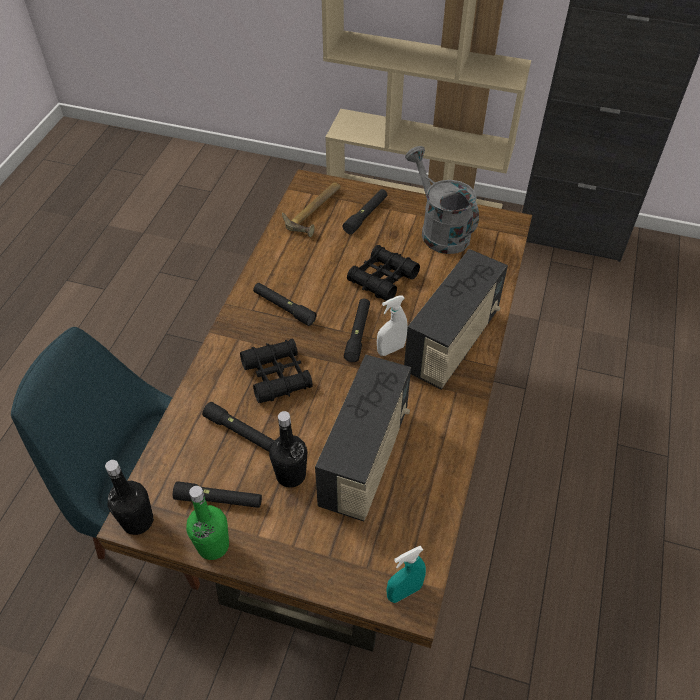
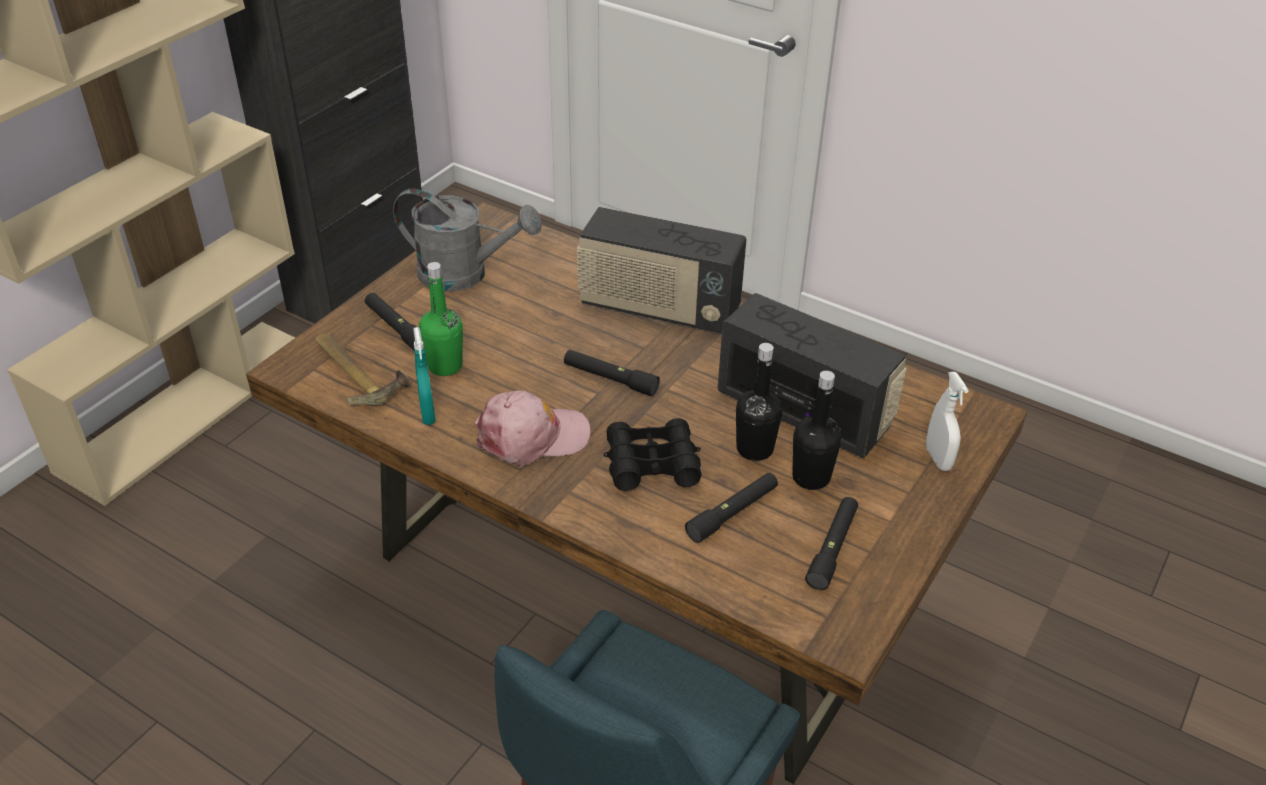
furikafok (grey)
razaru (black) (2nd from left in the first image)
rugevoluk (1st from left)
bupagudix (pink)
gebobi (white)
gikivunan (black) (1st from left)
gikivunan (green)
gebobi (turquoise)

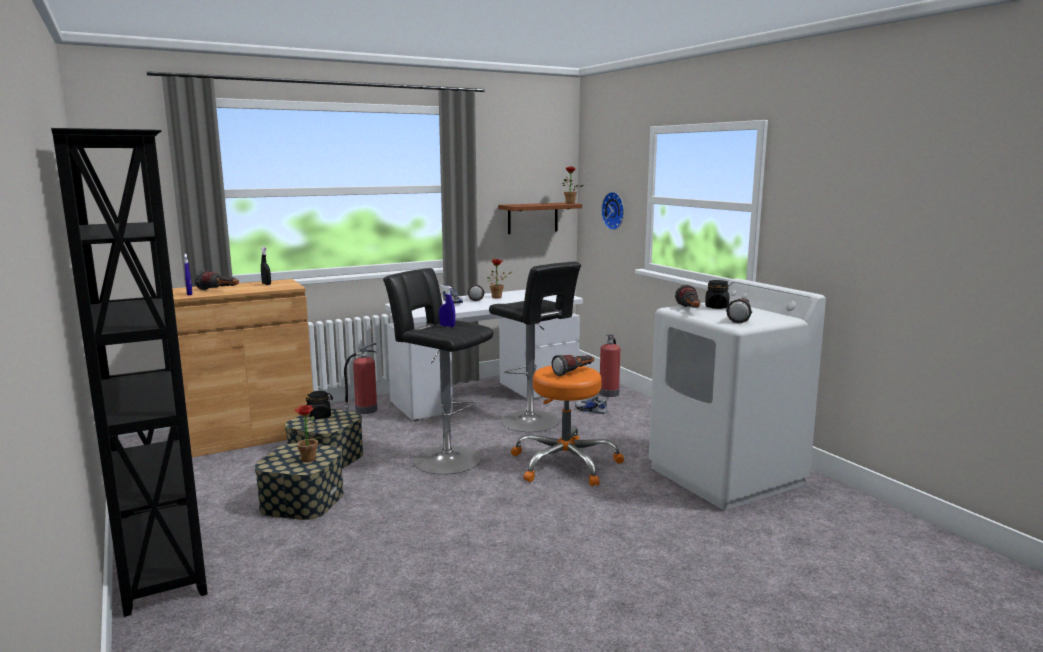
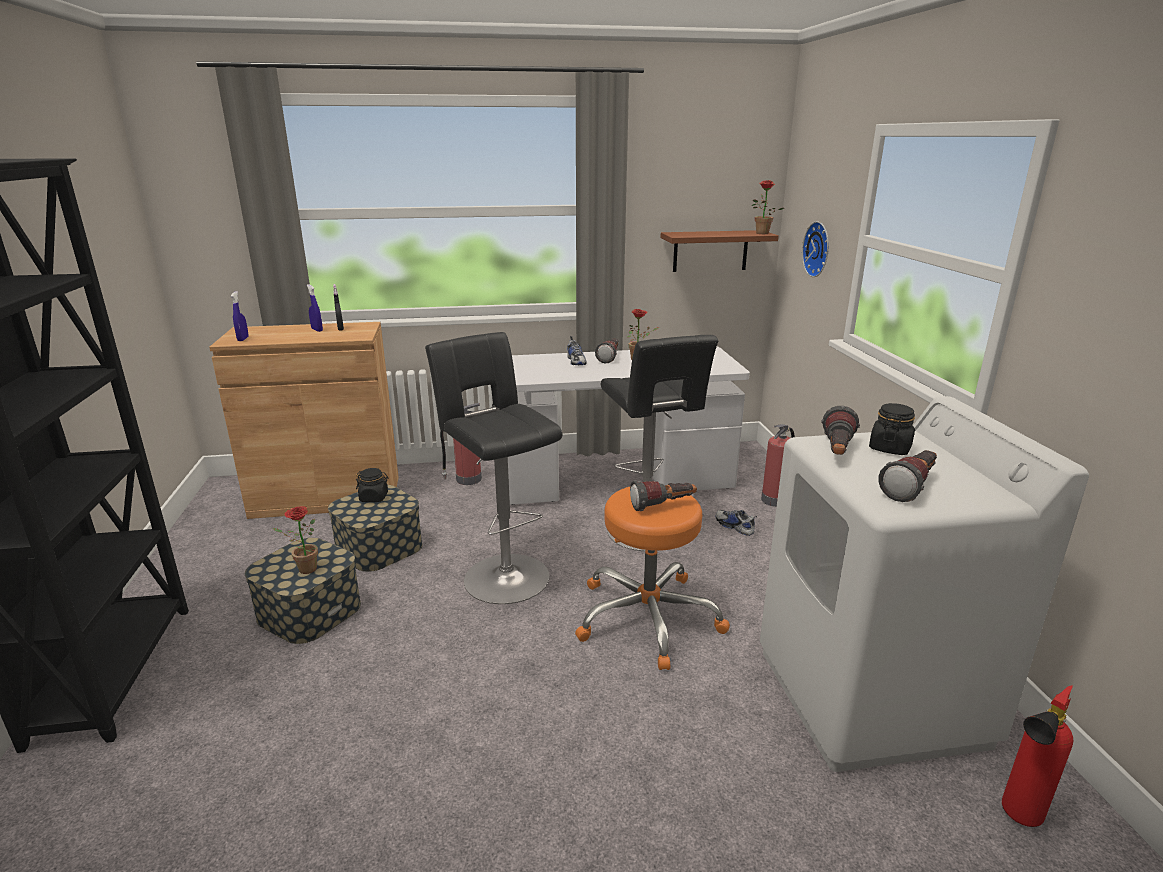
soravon (1st from left in the first image)
gebobi (blue) (2nd from left)
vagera (3rd from left)

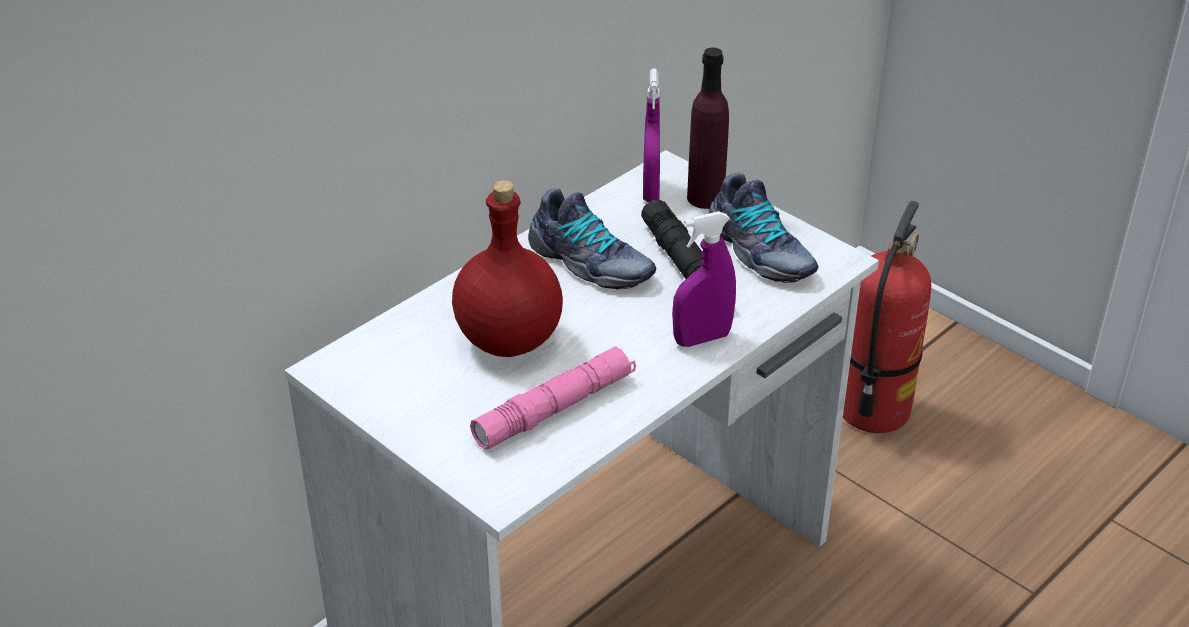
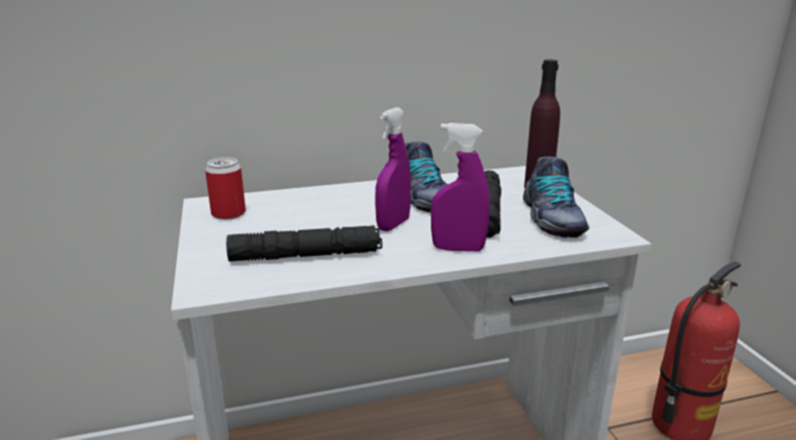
gebobi (purple) (1st from left)
gikivunan (red)
soravon (black) (1st from left)
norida

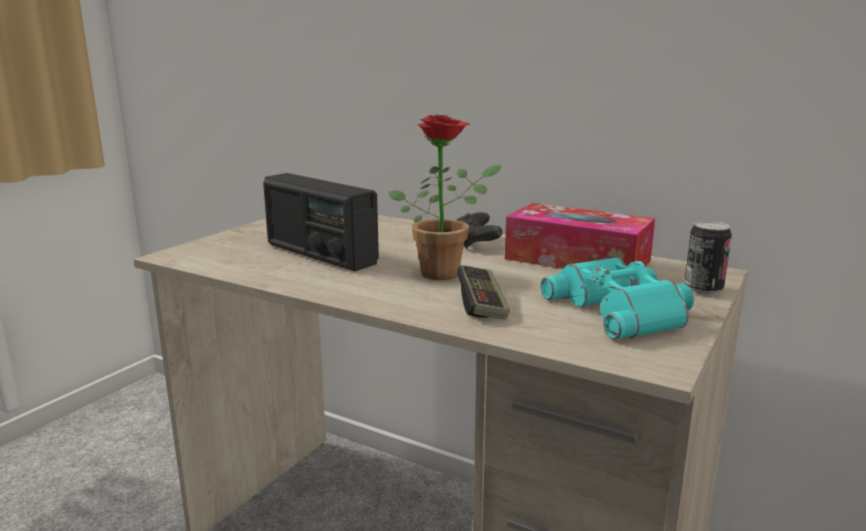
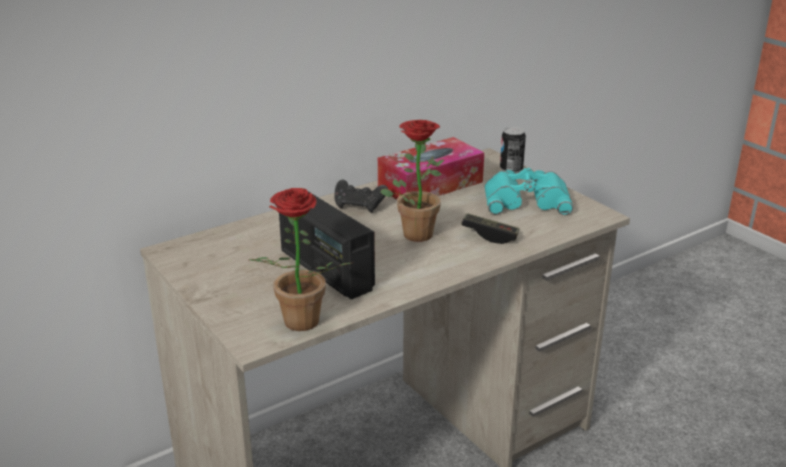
rugevoluk
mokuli (1st from left)

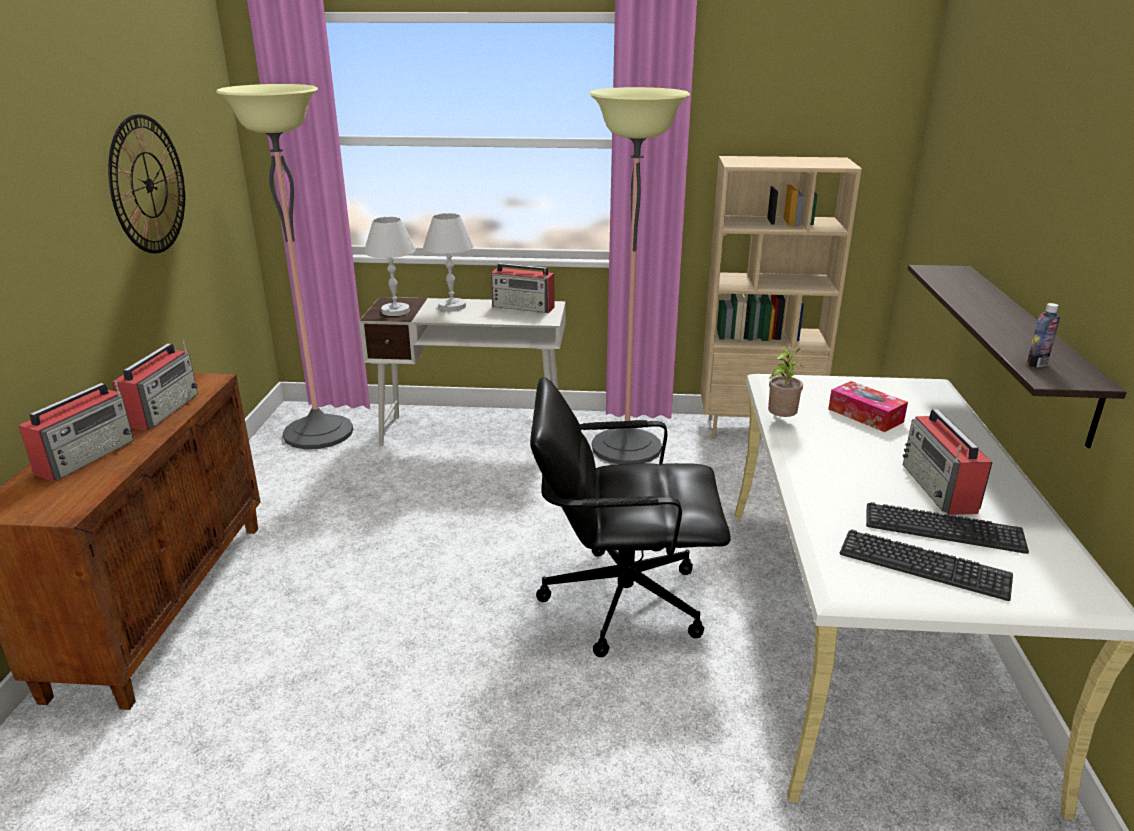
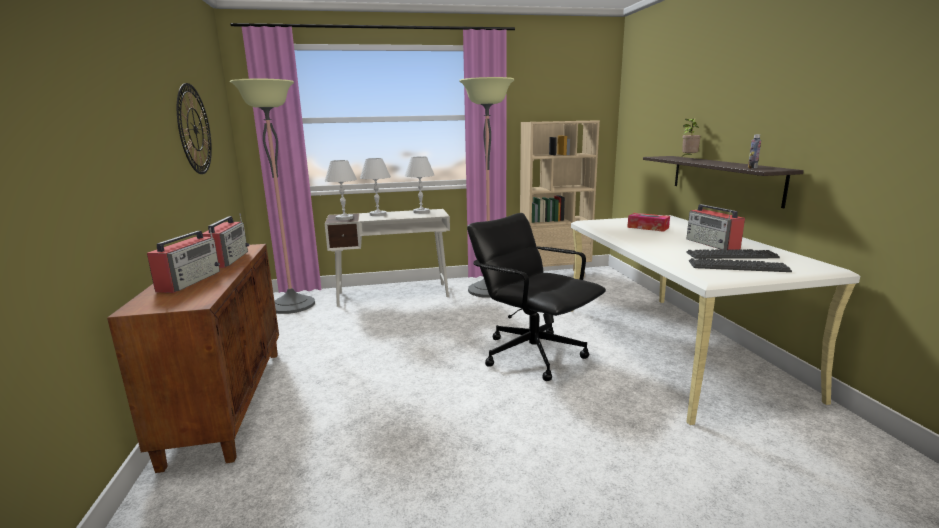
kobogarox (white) (3rd from left)
mokuli
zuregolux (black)

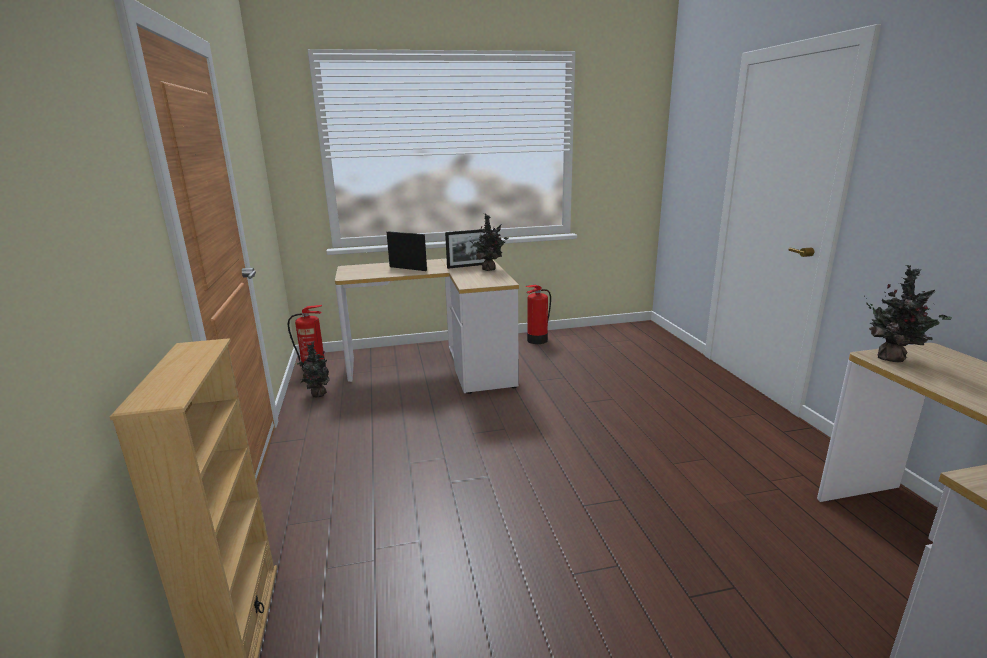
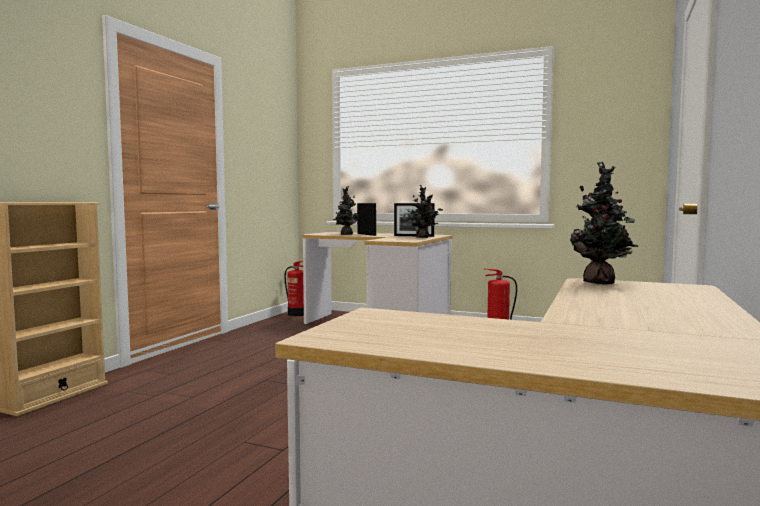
mokuli (1st from left)

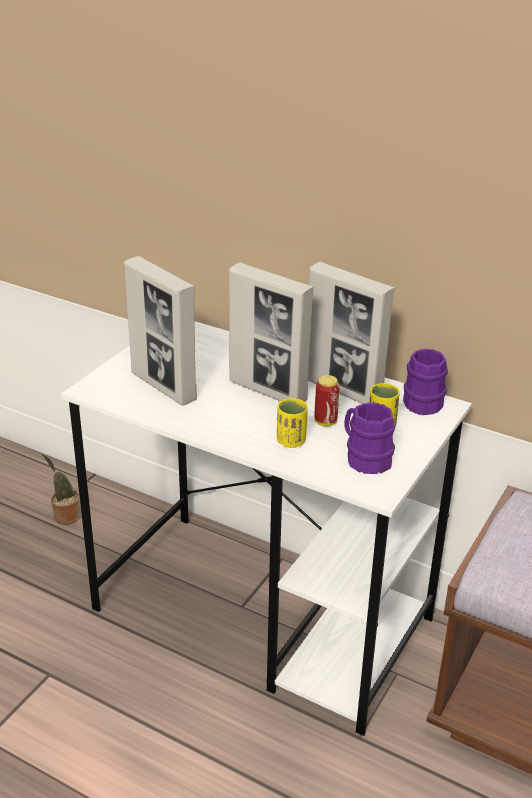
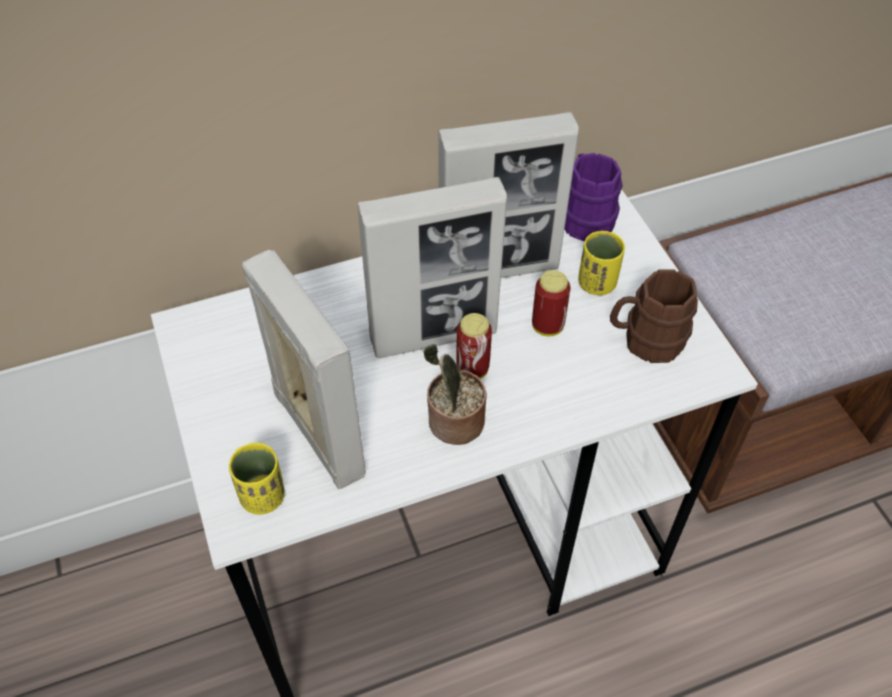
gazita (1st from left)
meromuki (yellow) (1st from left)
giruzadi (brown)
mokuli
norida (1st from left)

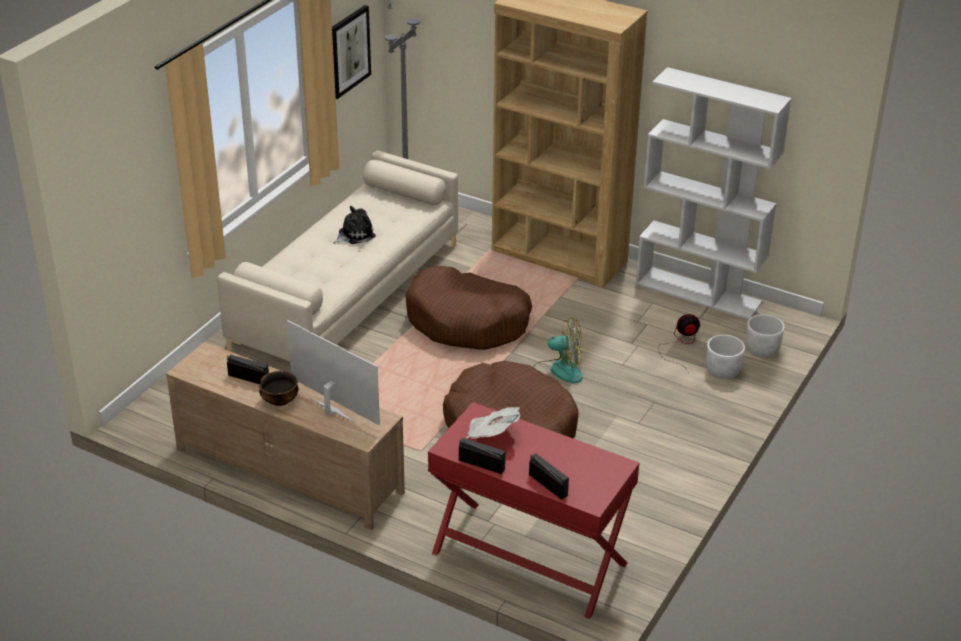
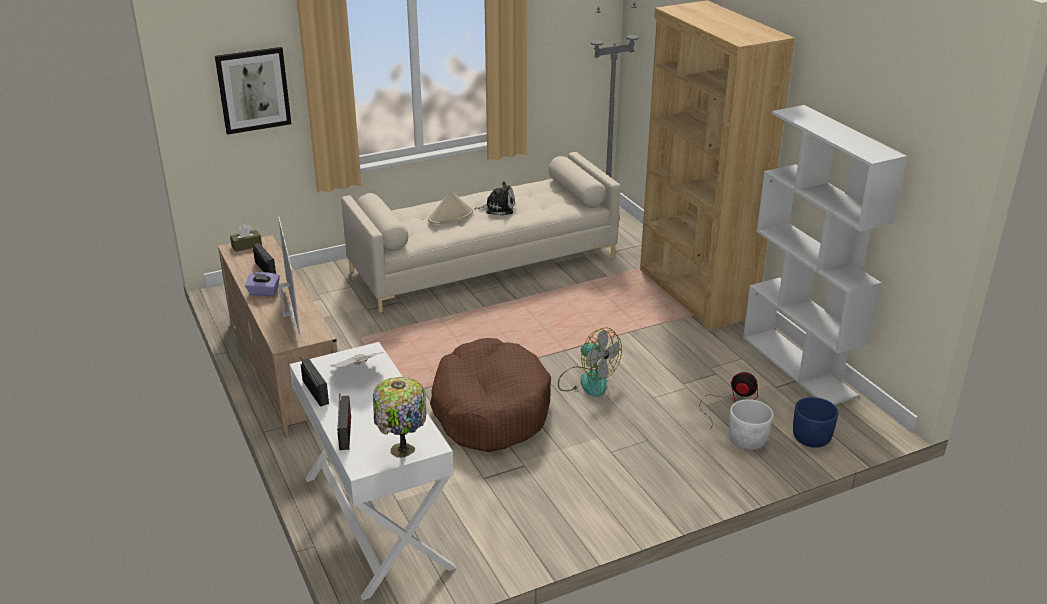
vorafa
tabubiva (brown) (1st from left in the first image)
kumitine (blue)
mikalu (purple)
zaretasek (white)
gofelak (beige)
mikalu (brown)
kobogarox

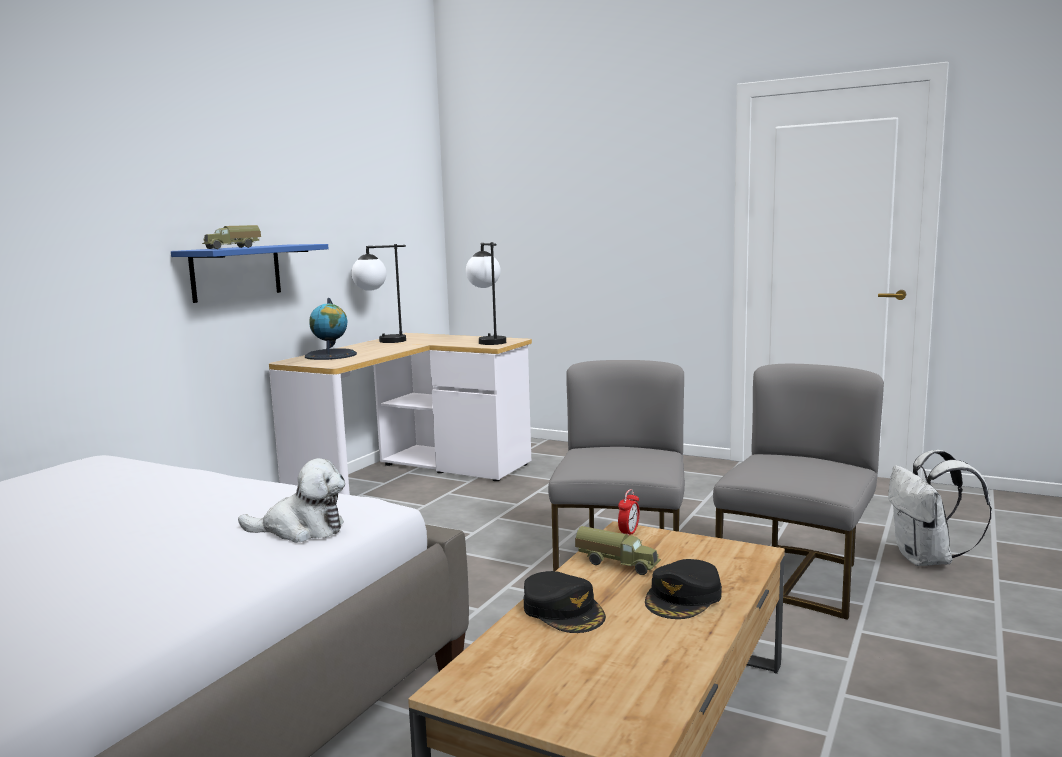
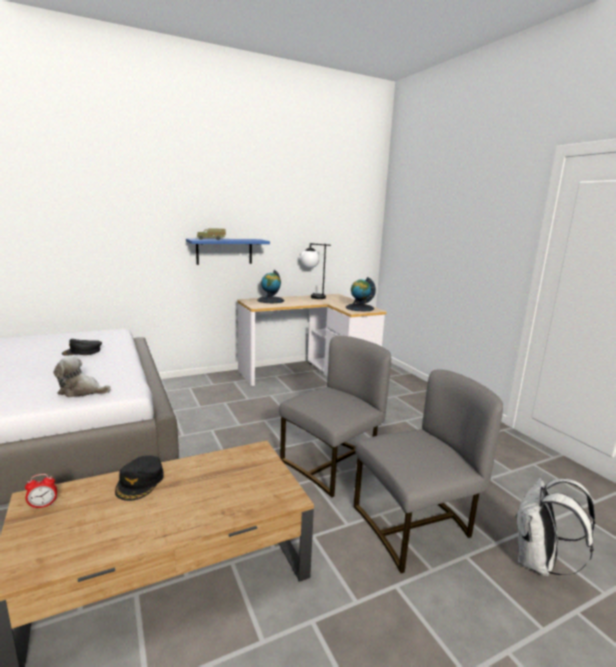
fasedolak (2nd from left)
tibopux
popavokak
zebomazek (2nd from left in the first image)
bupagudix (black) (1st from left)

